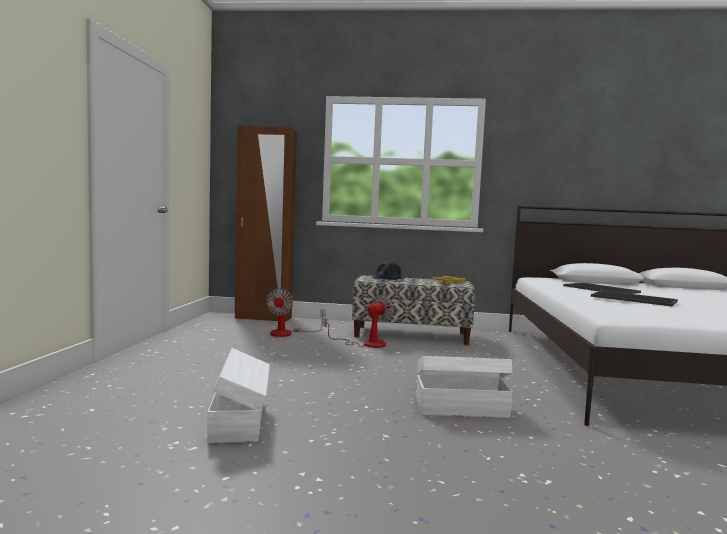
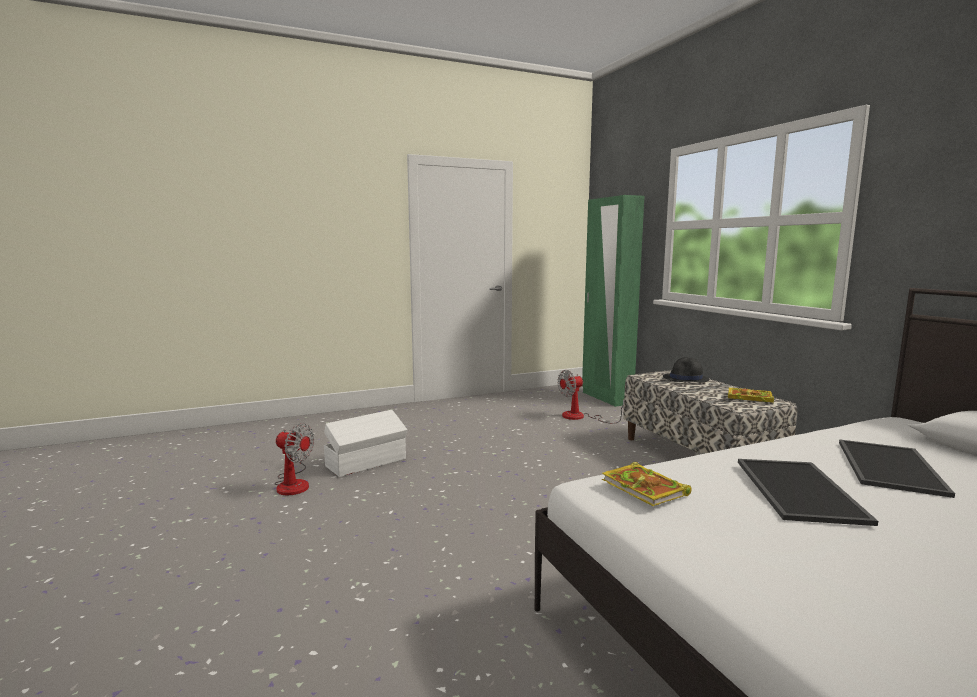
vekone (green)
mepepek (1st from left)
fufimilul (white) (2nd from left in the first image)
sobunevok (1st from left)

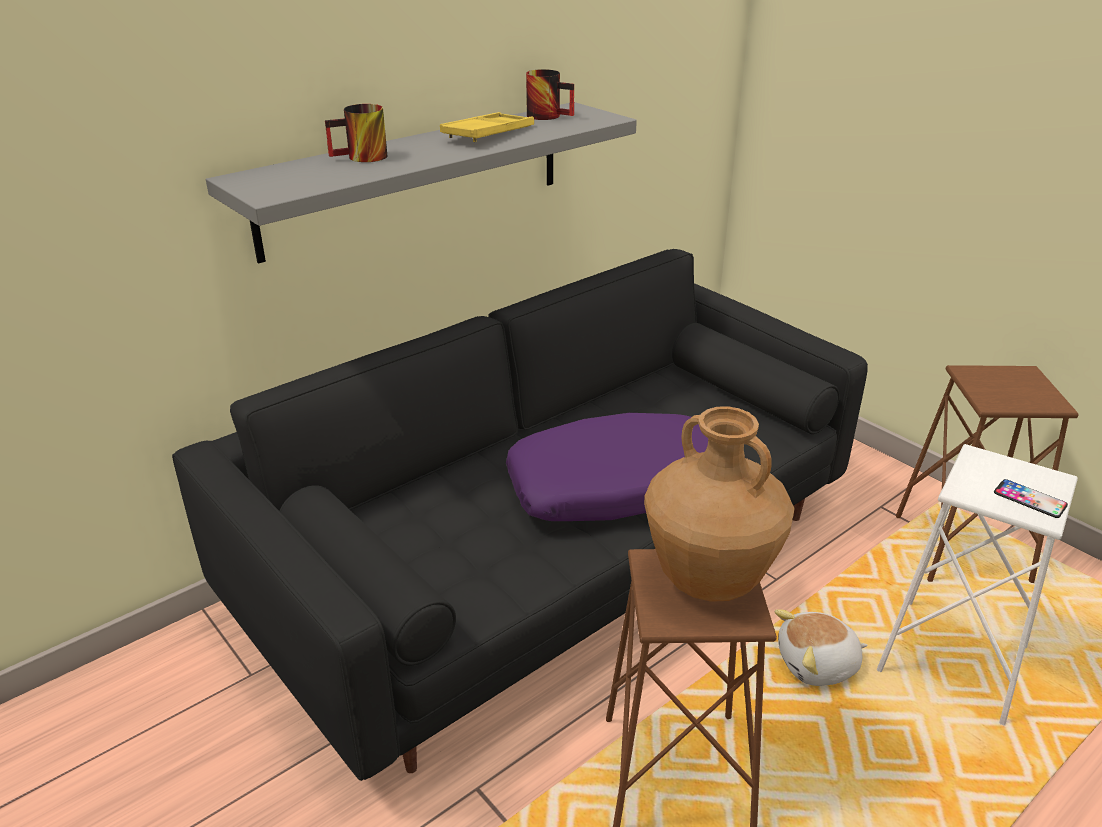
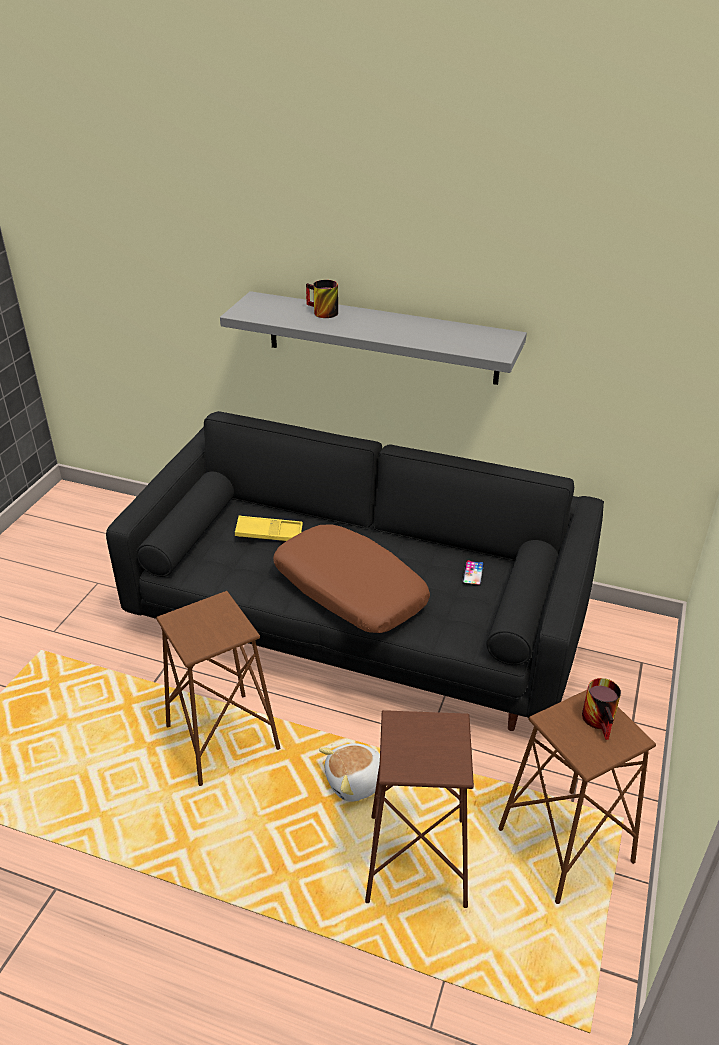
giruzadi (2nd from left)
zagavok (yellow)
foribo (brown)
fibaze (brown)
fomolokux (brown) (2nd from left)
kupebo
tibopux

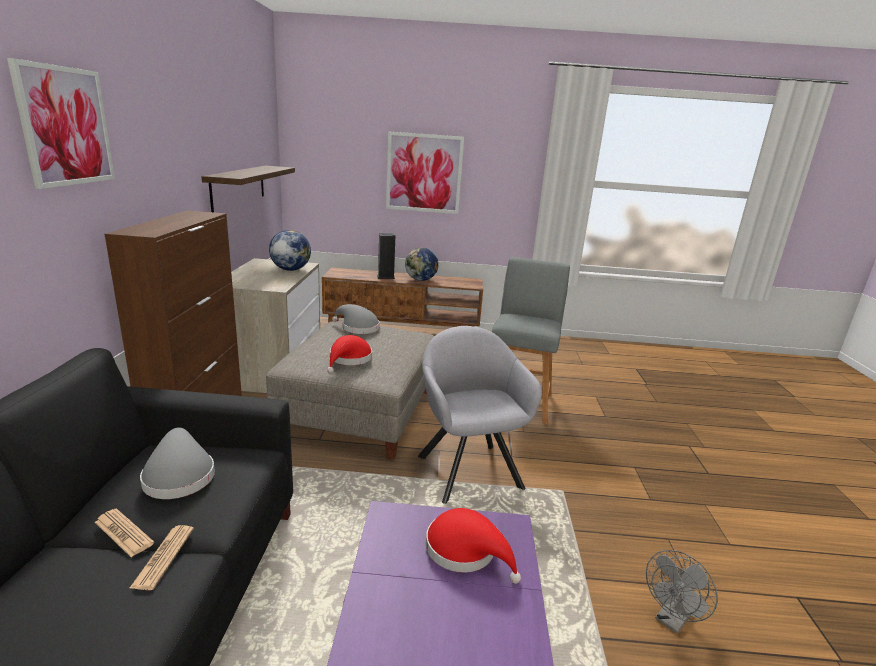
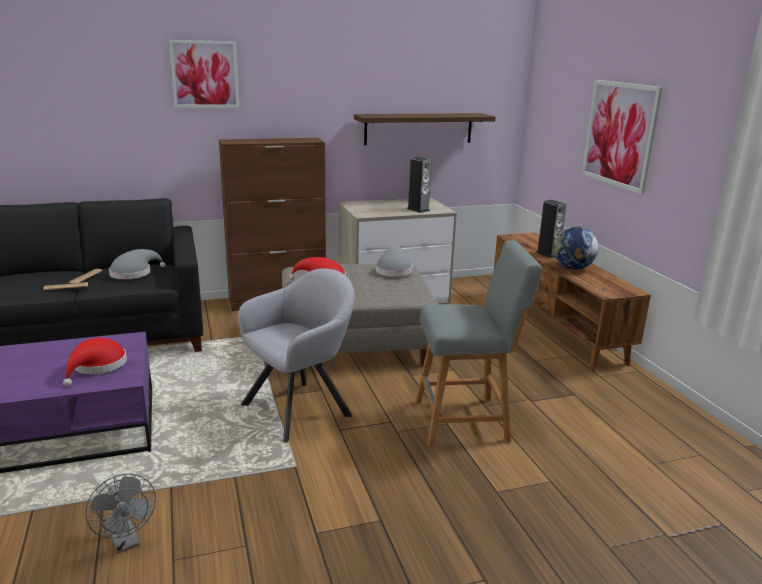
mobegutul (1st from left)
mepepek (grey)

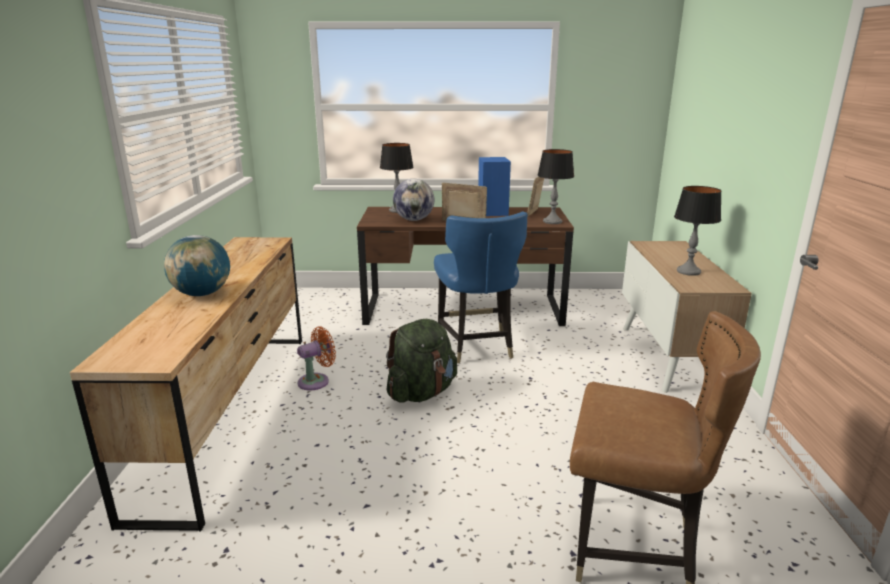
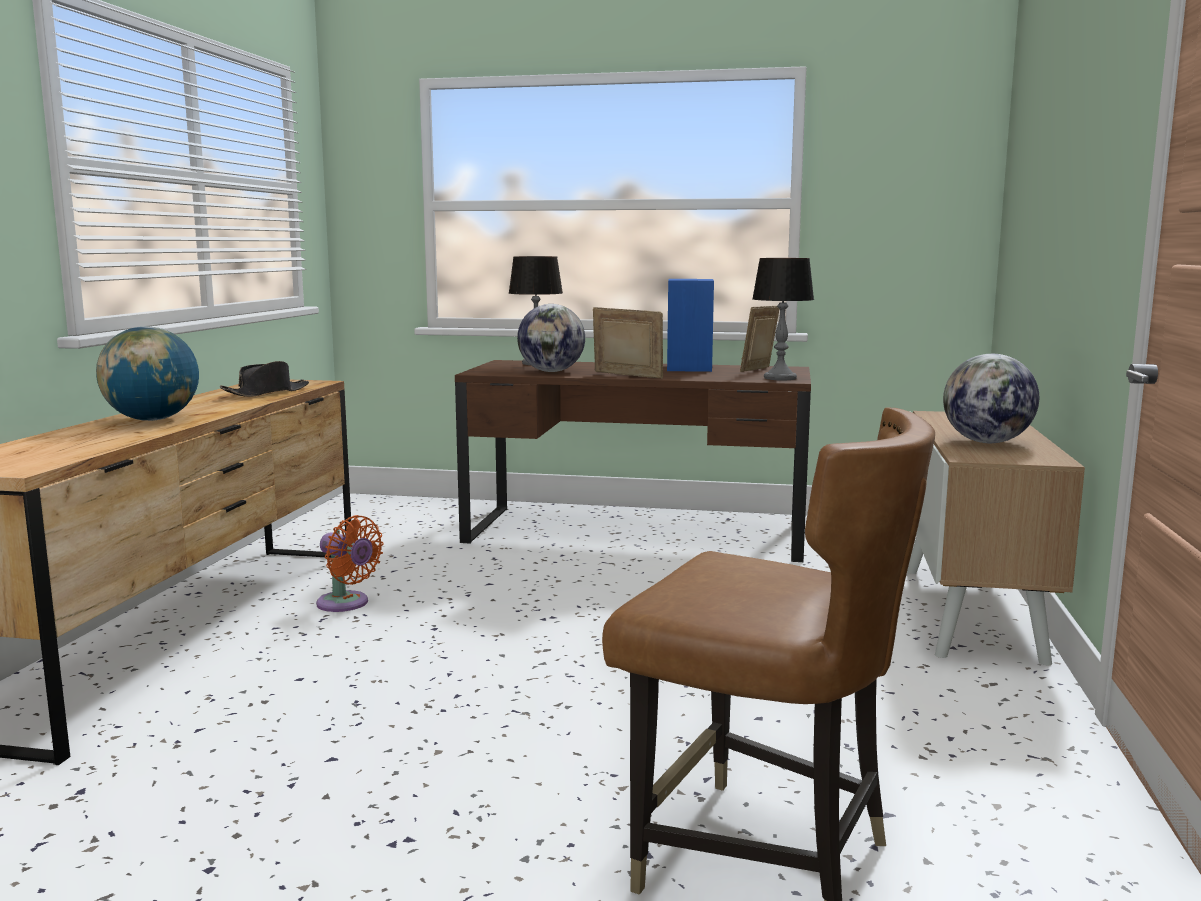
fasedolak (3rd from left)
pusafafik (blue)
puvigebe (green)
mepepek (orange)
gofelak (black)

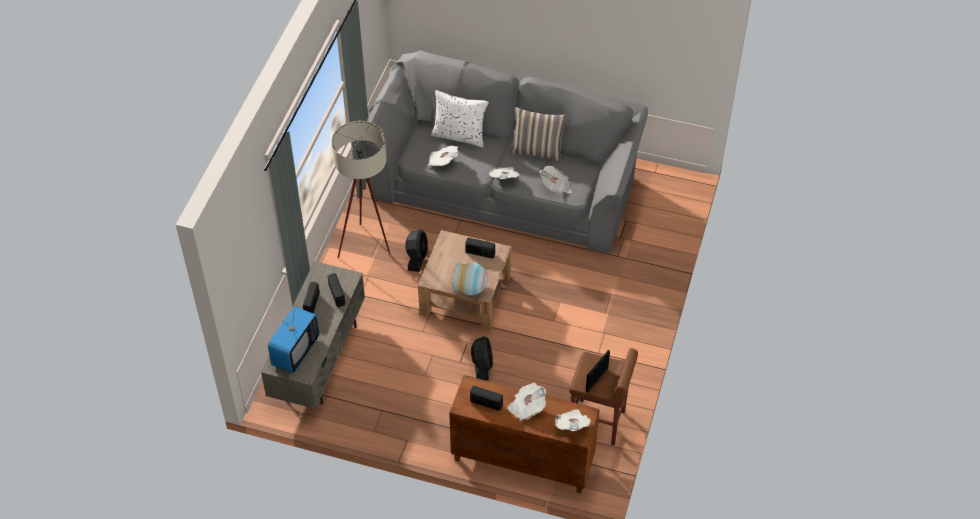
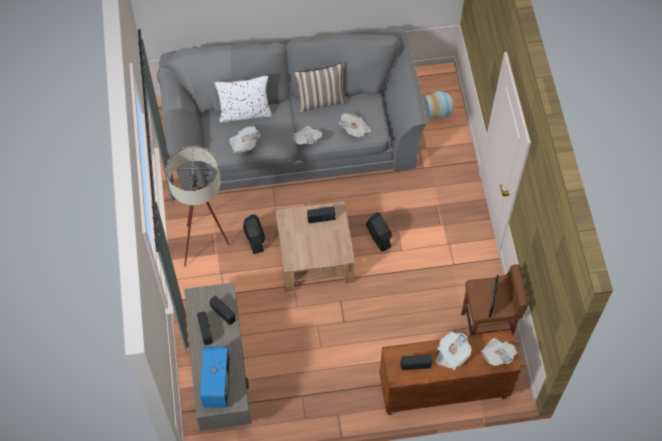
foribo
mepepek (black) (2nd from left)

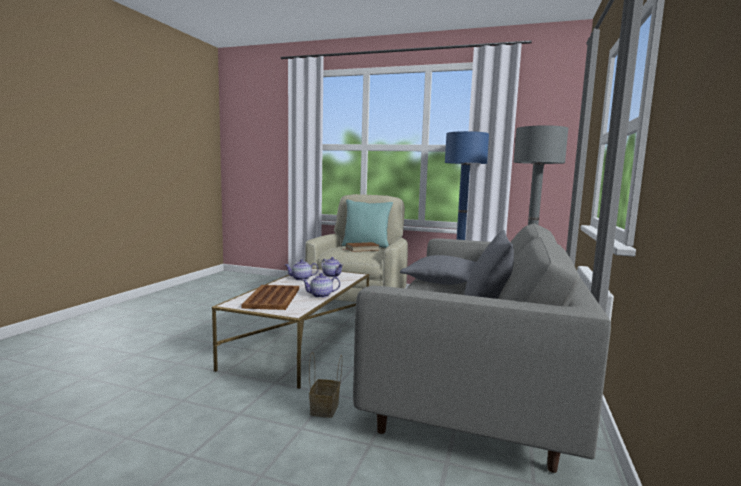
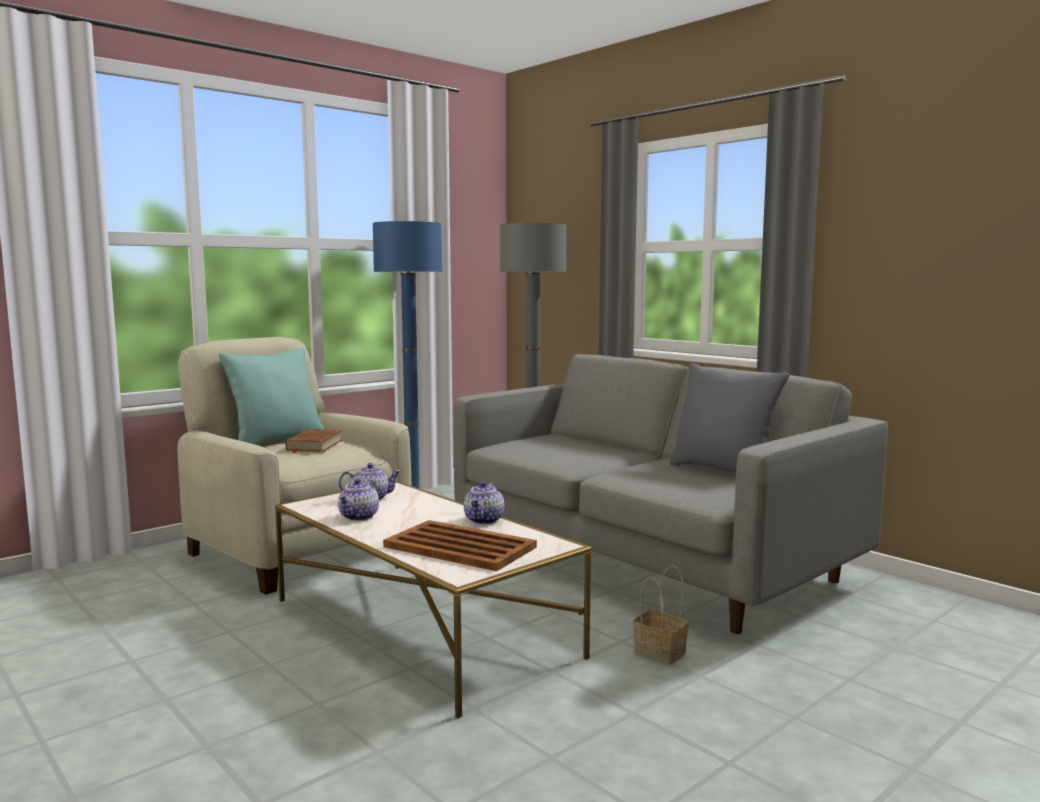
fibaze (grey) (1st from left in the first image)

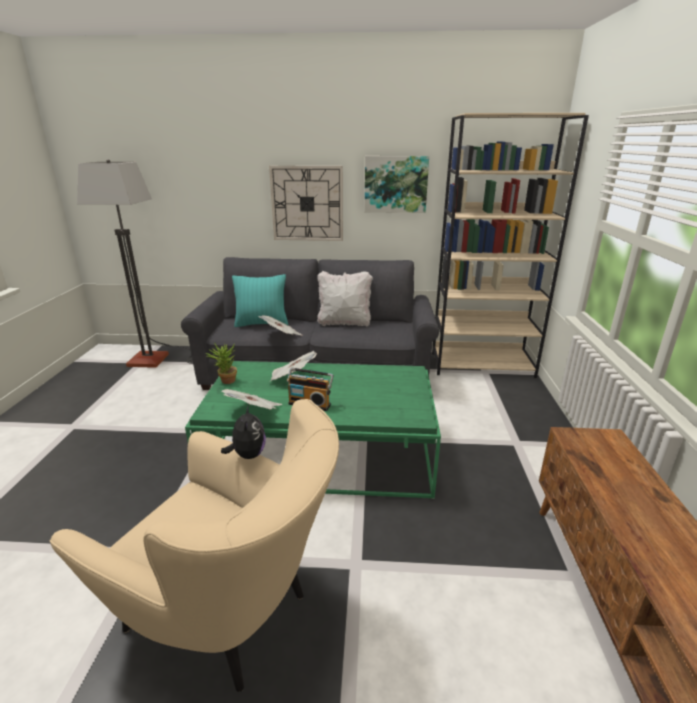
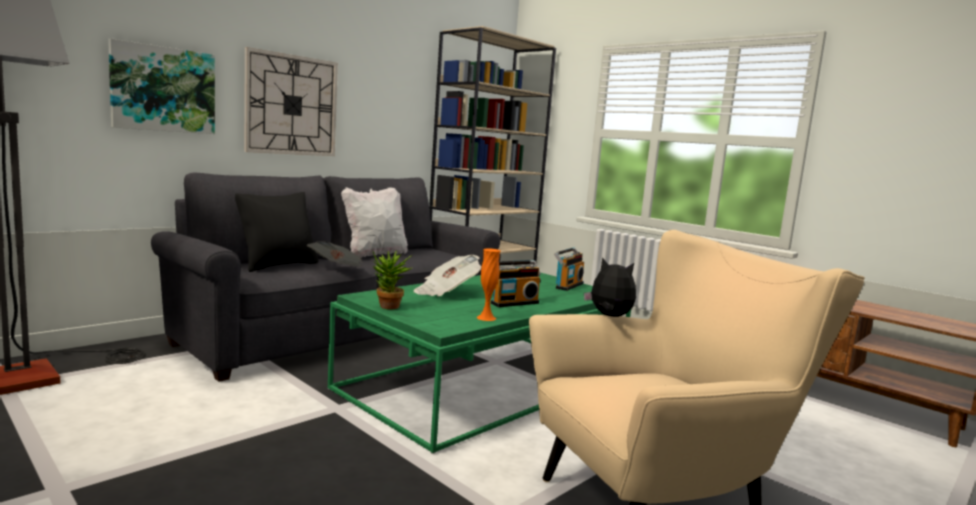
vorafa
fibaze (black)
foribo (orange)
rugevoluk (2nd from left)

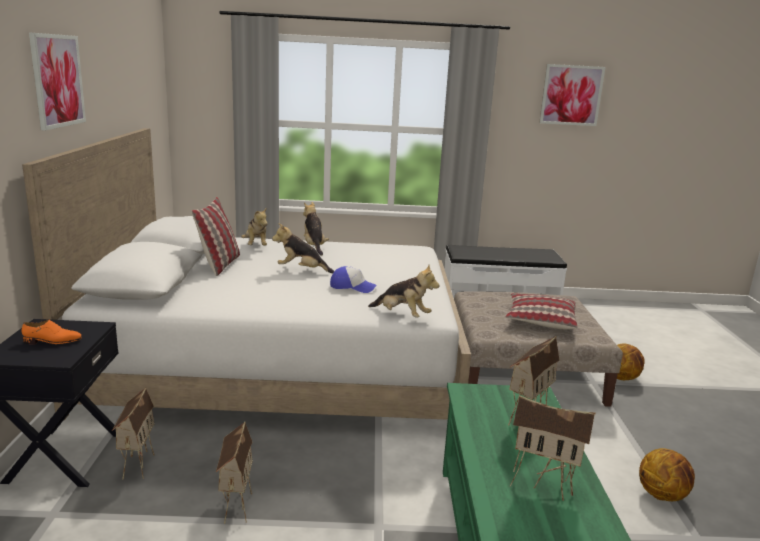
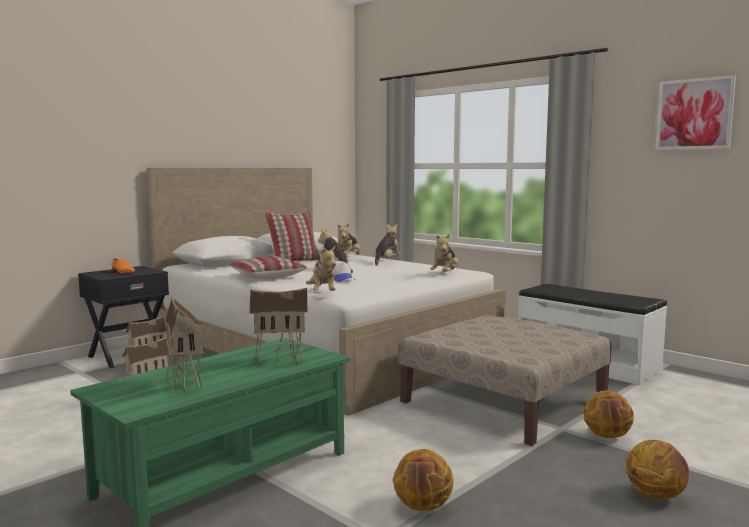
vorafa (1st from left in the first image)
fibaze (1st from left)
tibopux (5th from left)
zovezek (3rd from left)

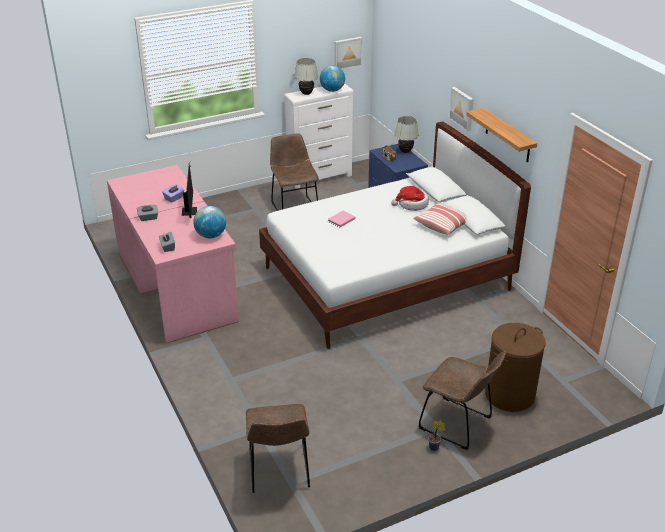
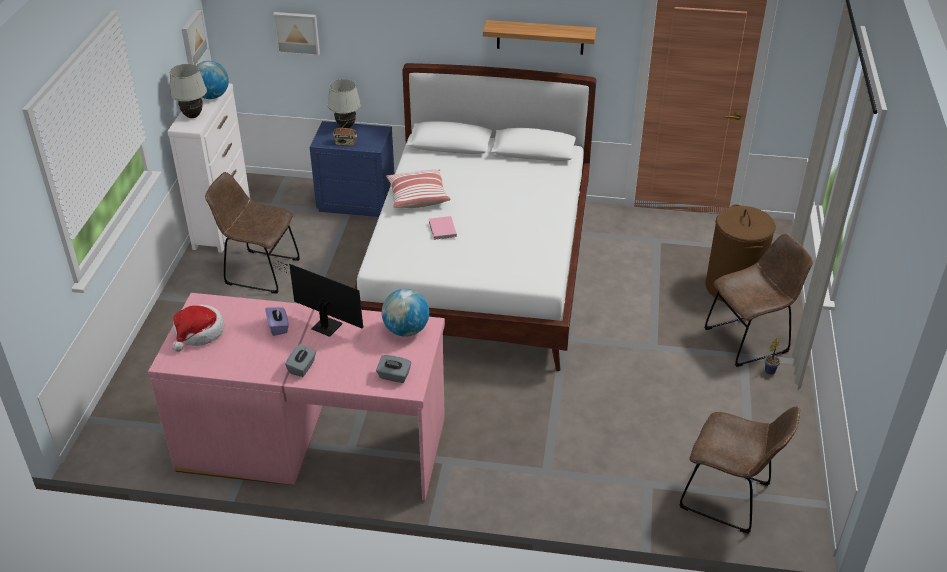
vorafa (2nd from left)
gofelak
fibaze

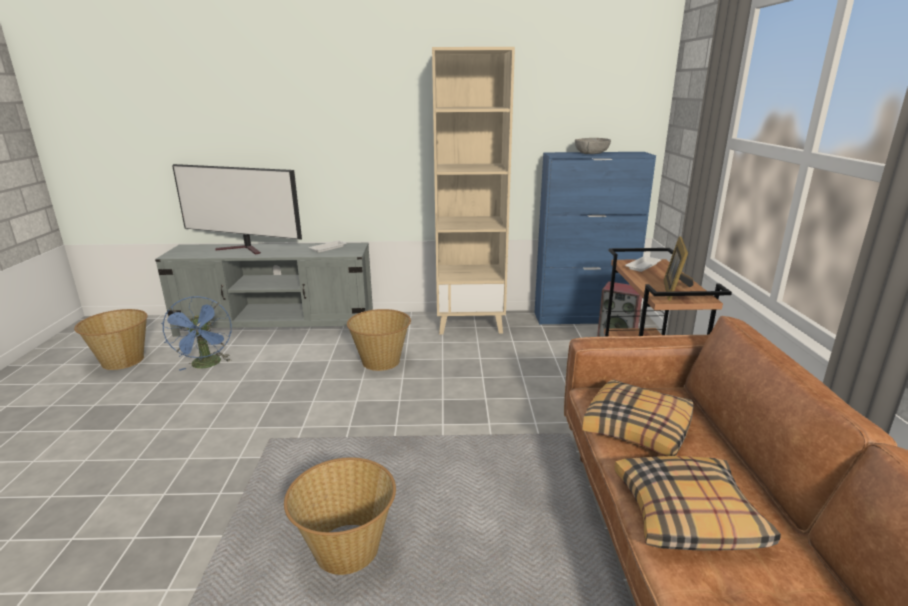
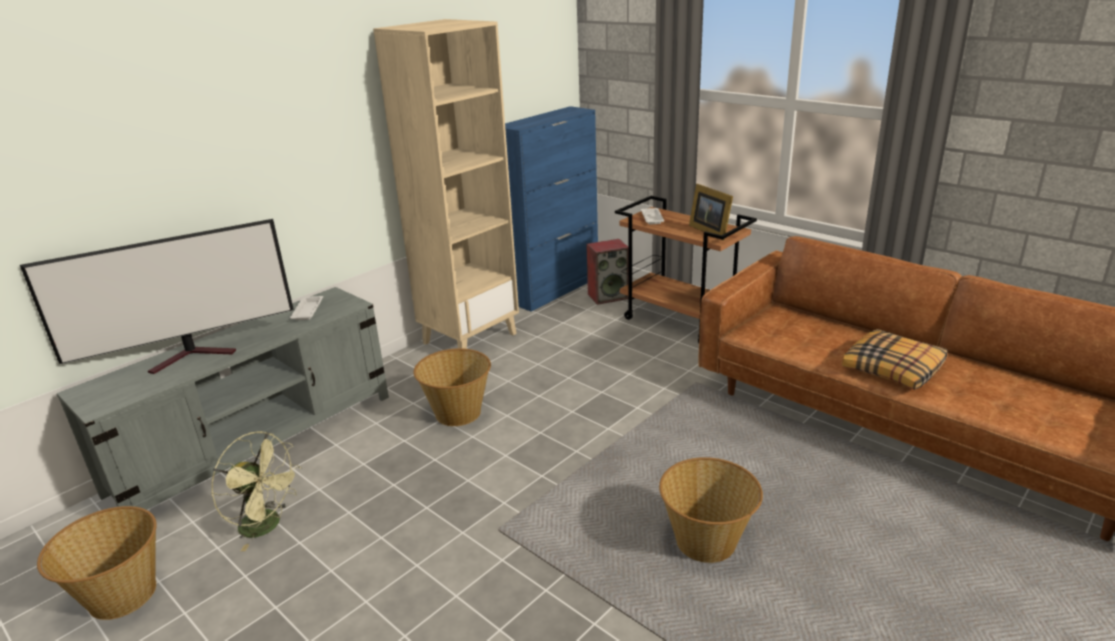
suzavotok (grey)
mepepek (green)
fibaze (1st from left in the first image)

